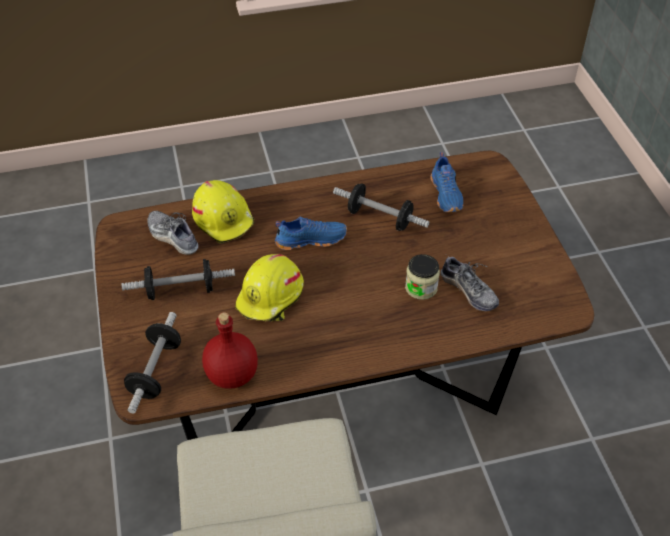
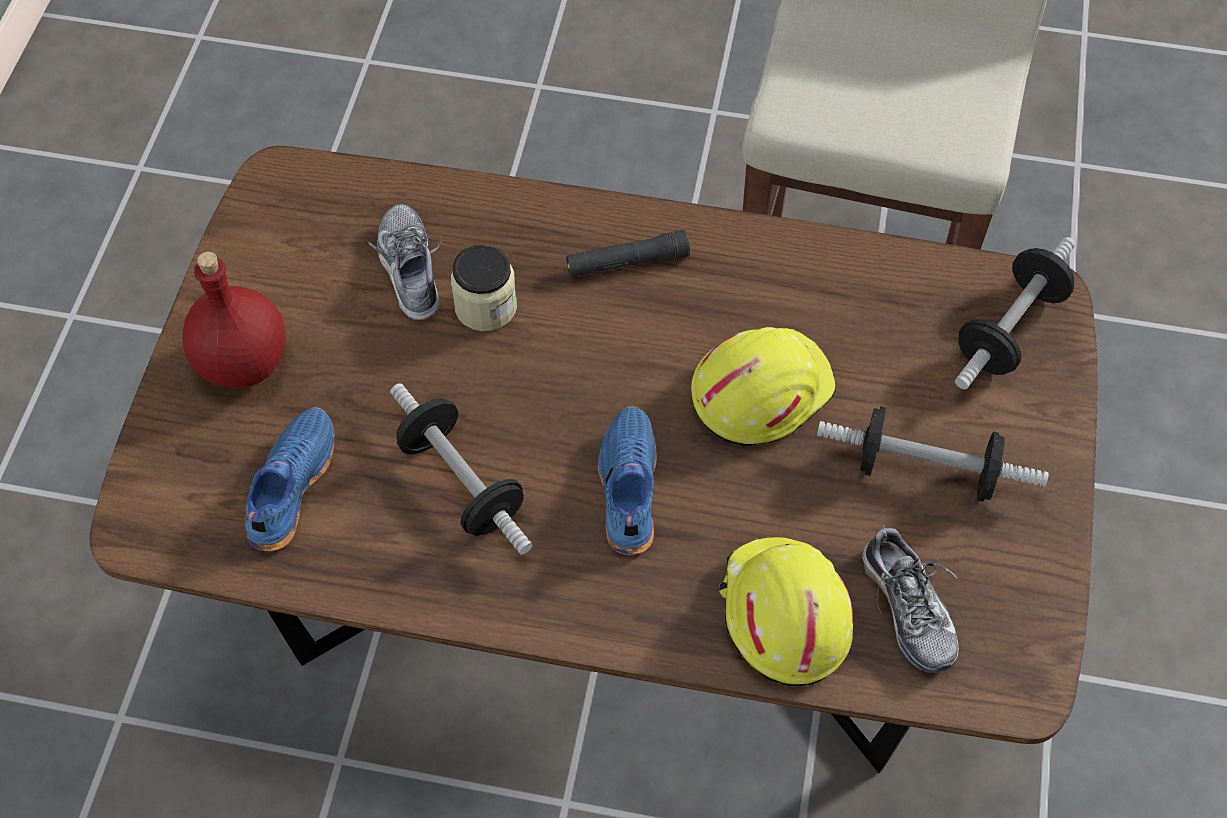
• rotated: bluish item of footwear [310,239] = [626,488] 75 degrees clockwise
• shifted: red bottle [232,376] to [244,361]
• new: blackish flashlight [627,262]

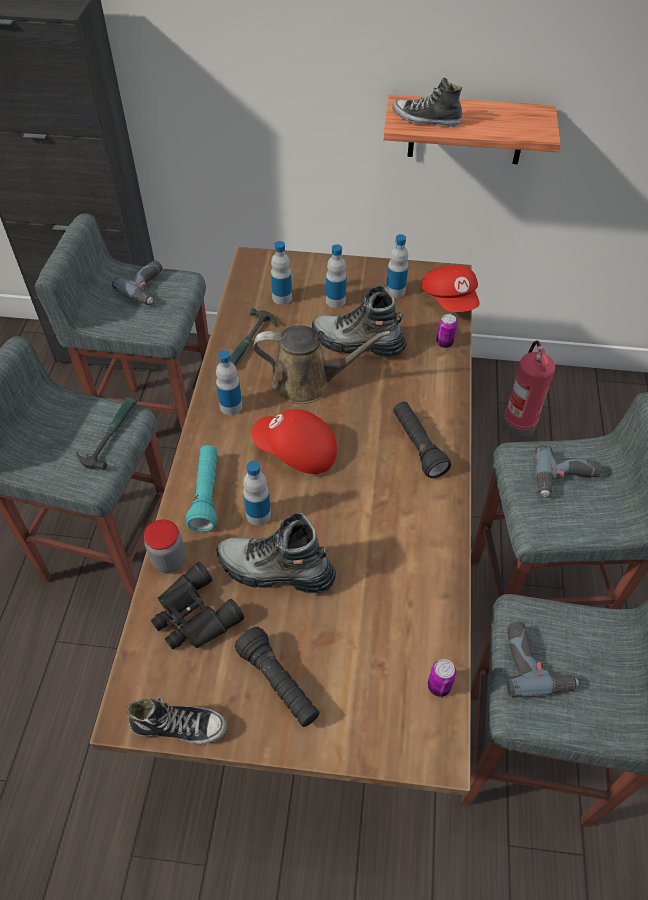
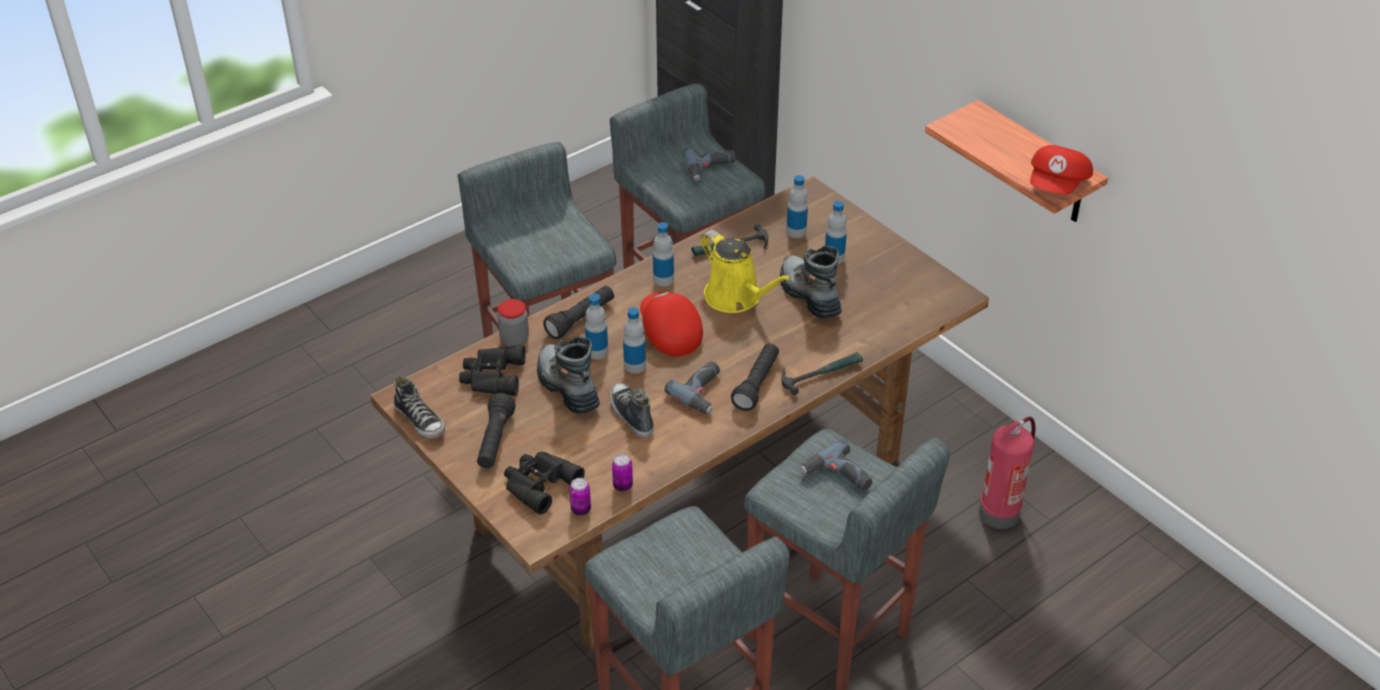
• shifted: item of footwear [426,120] to [631,415]
• shifted: bottle [395,291] to [634,366]
• shifted: red peaked cap [450,300] to [1058,185]
• shifted: sealed can [444,343] to [623,486]
• repainted: brownish watering can [308,382] to yellow watering can [736,298]
• shifted: hammer [110,435] to [821,373]
• repainted: turquoise flashlight [206,494] to blackish flashlight [581,319]
• shifted: power drill [535,662] to [704,392]
• new: blackish binoculars [538,484]

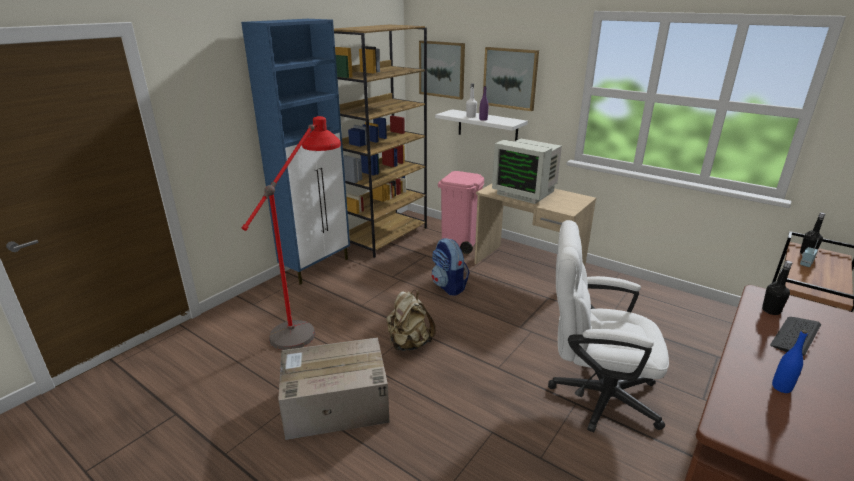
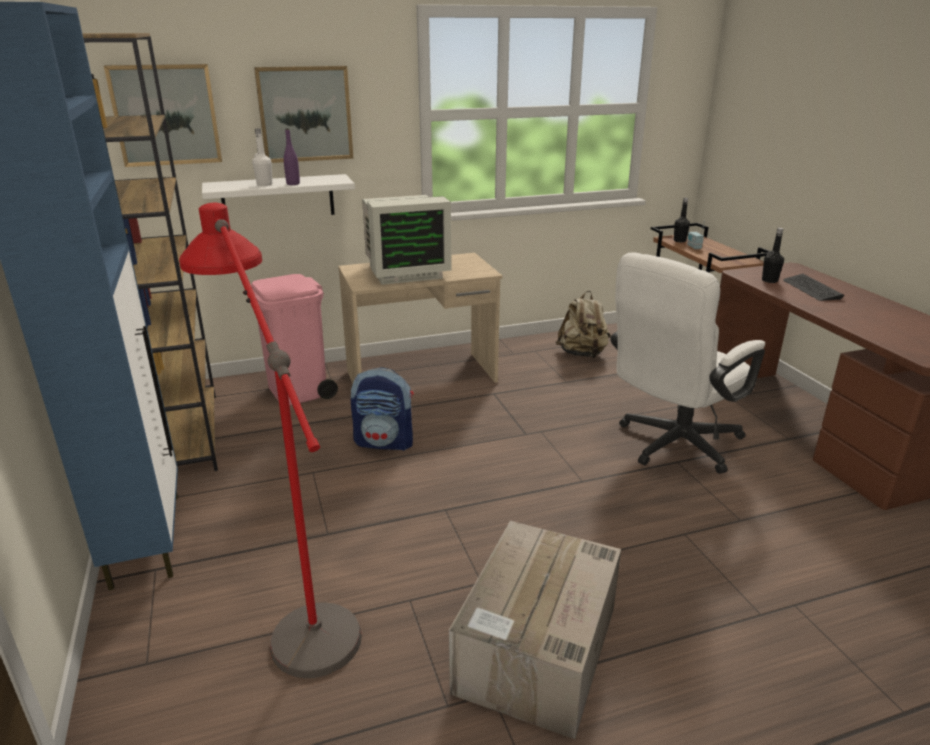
• shifted: beige-coloured backpack [409,344] to [582,354]
• gone: bluish bottle [781,387]

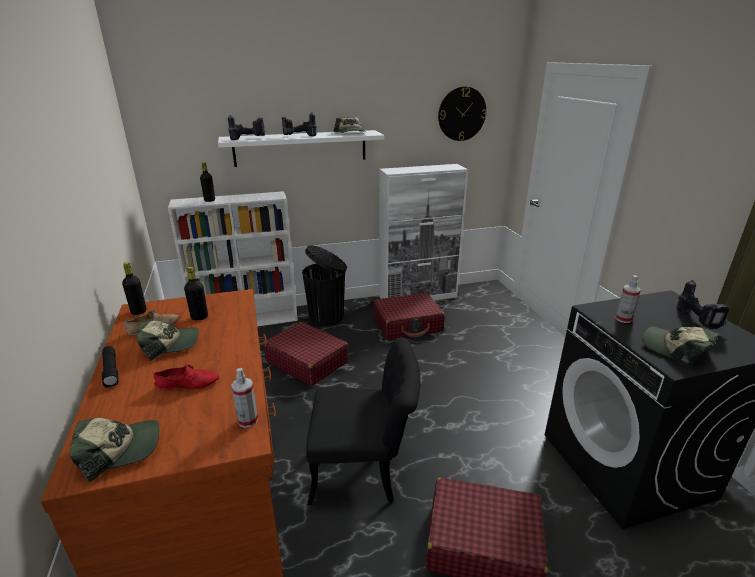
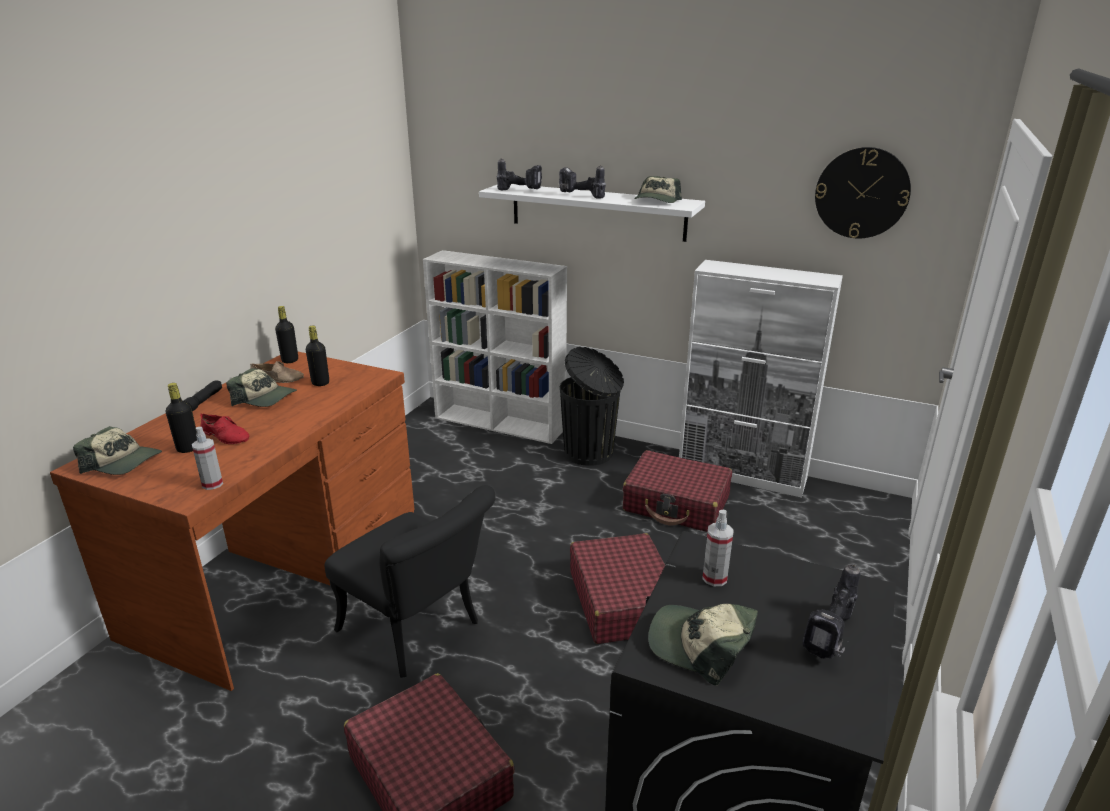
• shifted: blackish bottle [209,200] to [188,448]
• shifted: red piece of luggage [306,362] to [622,601]
• rotated: peaked cap [675,349] = [701,646] 60 degrees counterclockwise

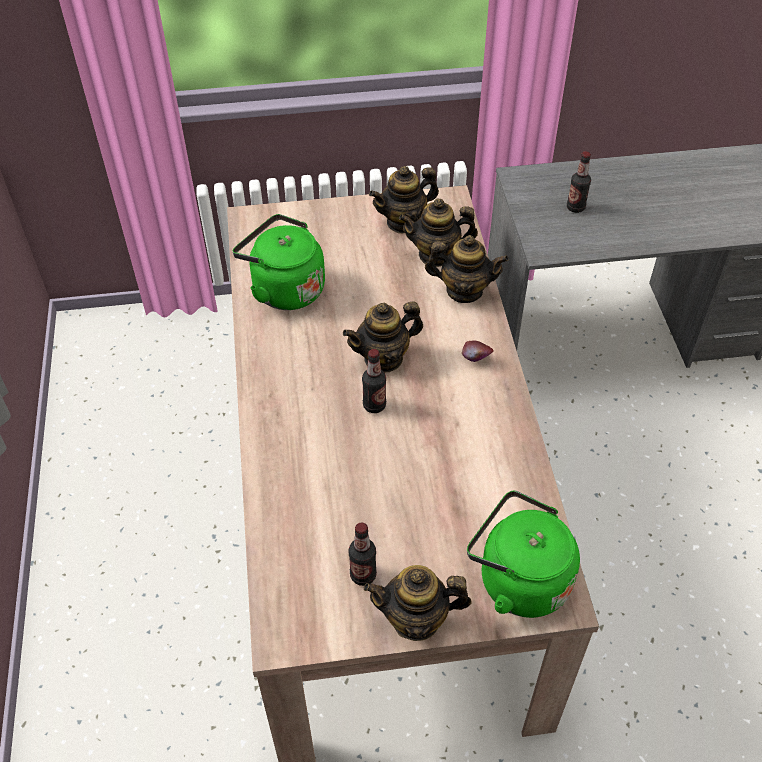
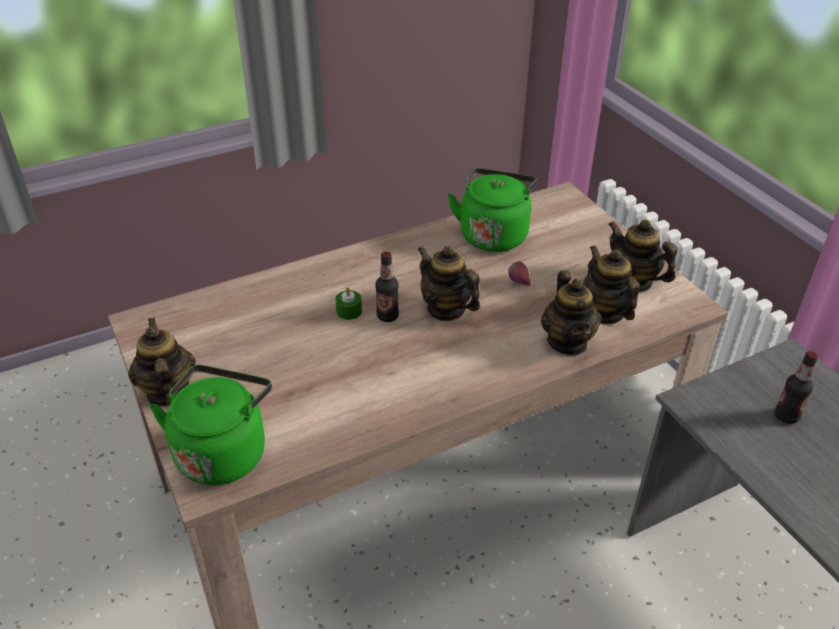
• shifted: whole apple [476,359] to [518,284]
• gone: bottle [363,575]
• new: green-coloured wax light [349,311]

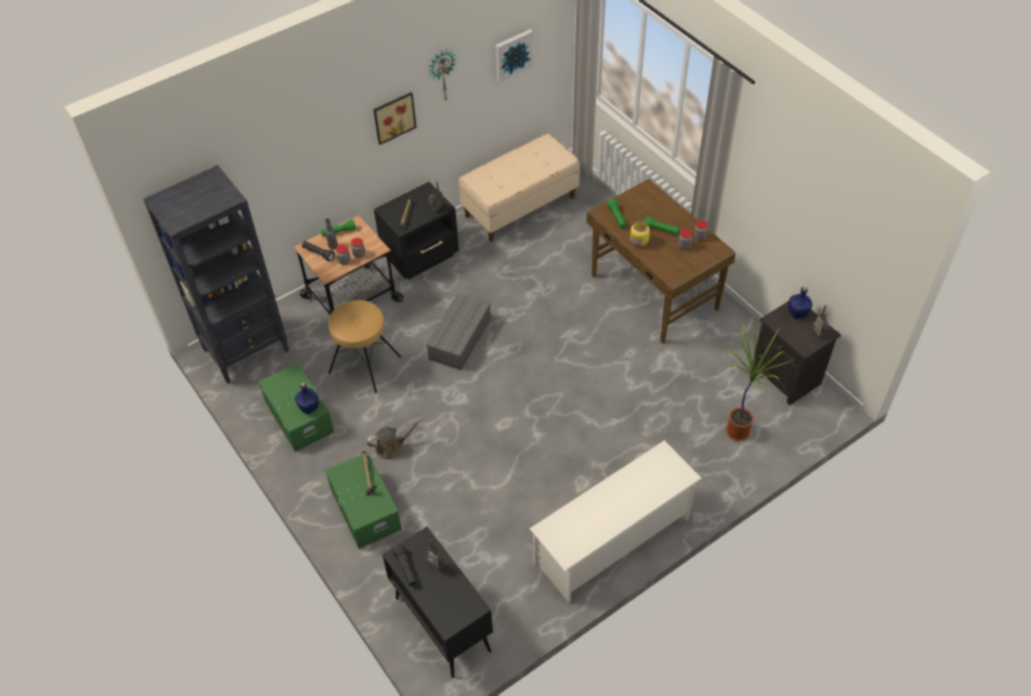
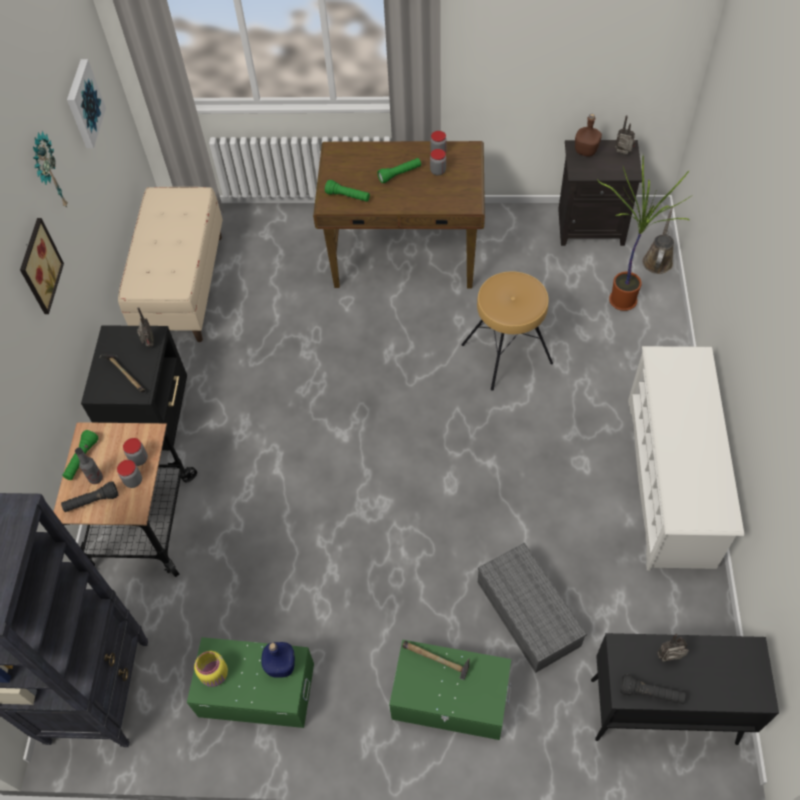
• shifted: yellow jar [639,243] to [215,675]
• repainted: bluish bottle [797,313] to brownish bottle [586,151]
• shifted: grey storage bin [459,337] to [526,612]
• shifted: brownish sitting stool [364,365] to [507,354]
• shifted: brownish watering can [392,447] to [658,260]

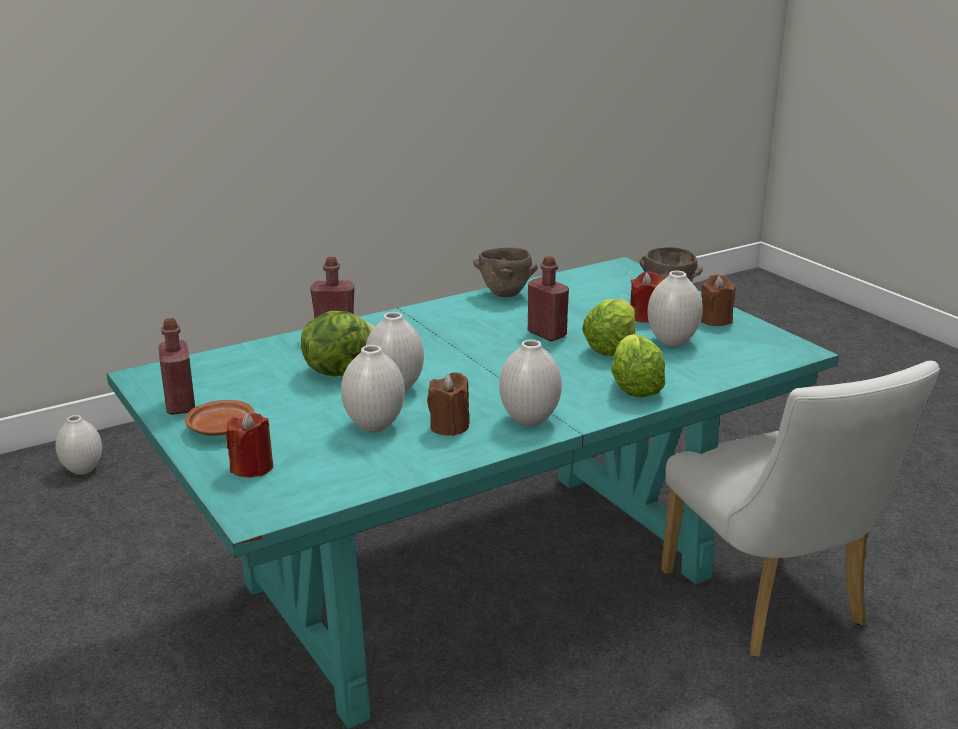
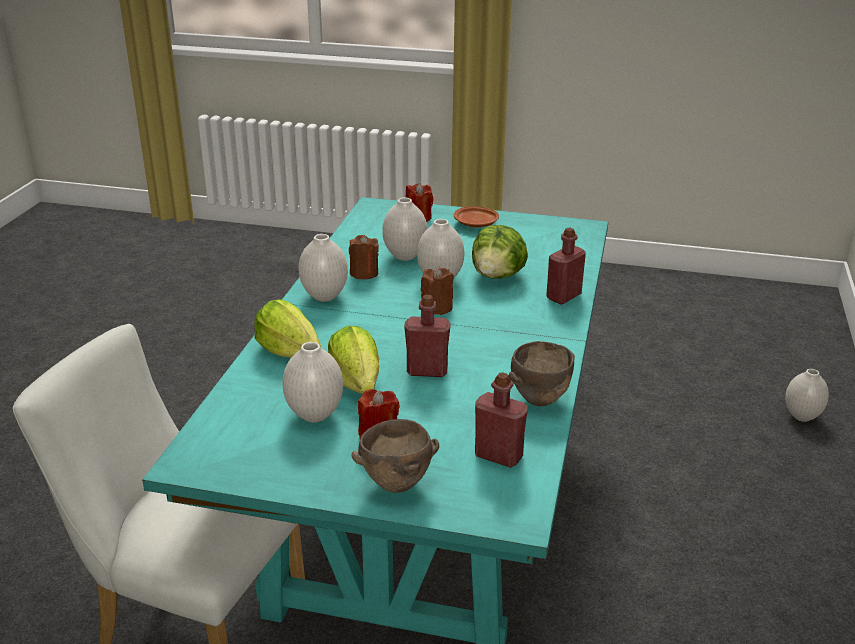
• shifted: brownish wax light [716,320] to [437,307]
• shifted: red bottle [180,405] to [498,456]

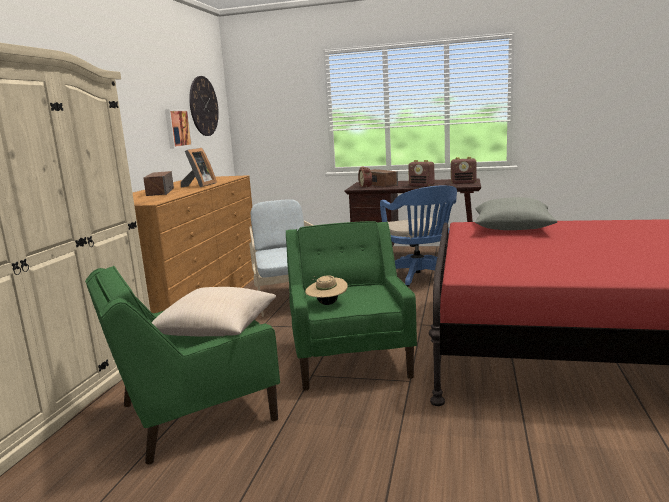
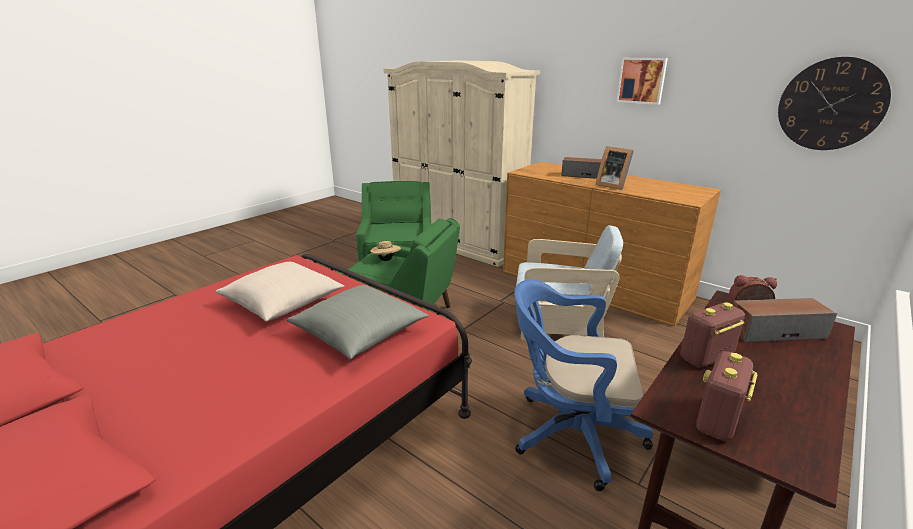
• shifted: wall picture [177,128] to [642,80]
• shifted: beige-coloured pillow [216,329] to [283,303]

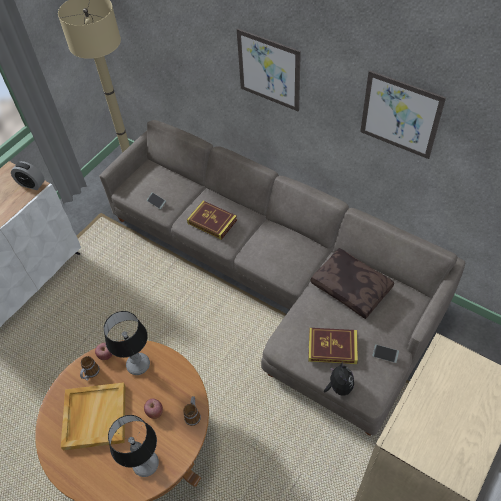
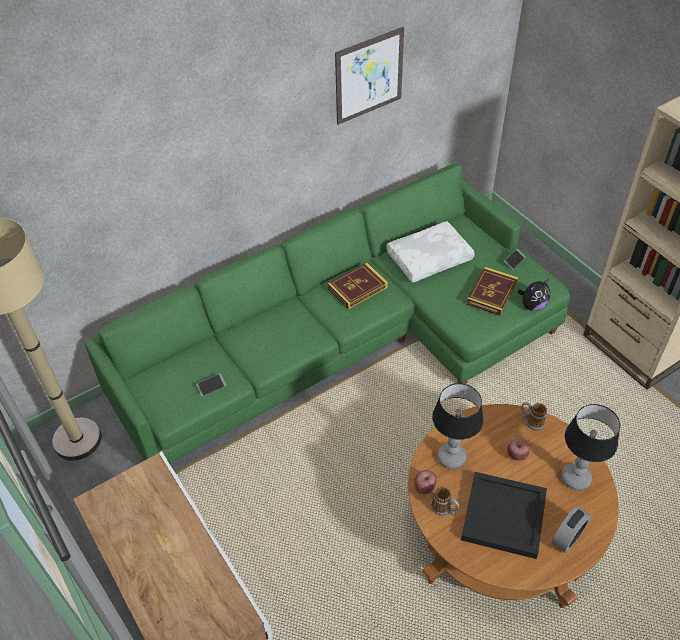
• gone: wall picture [269,70]
• repainted: grey sofa [279,280] to green-coloured sofa [349,341]
• shifted: bedside clock [31,184] to [568,537]
• shifted: book [212,221] to [357,288]
• repainted: brownish pillow [352,287] to white pillow [429,257]
• rotated: cuddly toy [339,386] = [532,305] 135 degrees clockwise
• repainted: beige-coloured tray [94,416] to blackish tray [502,516]

